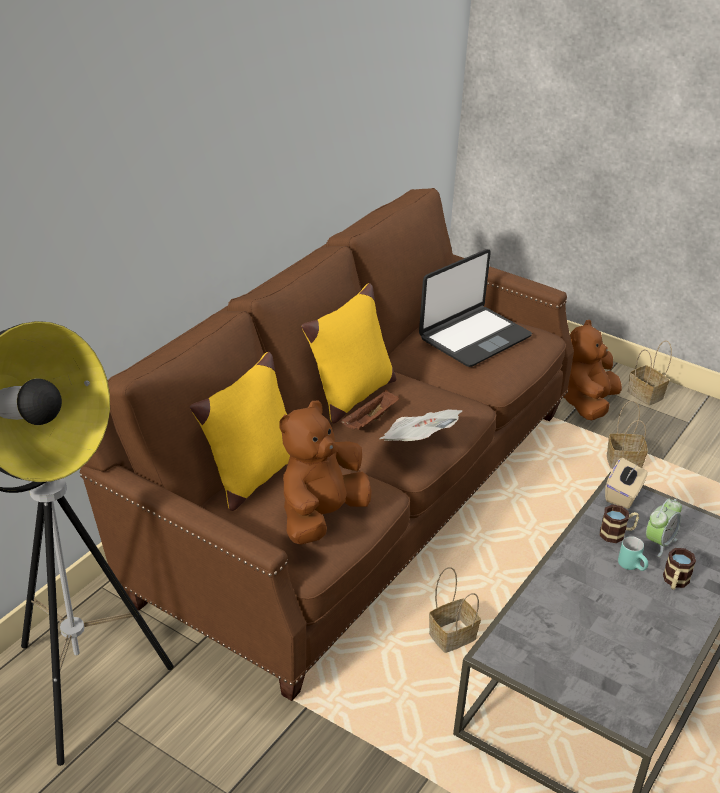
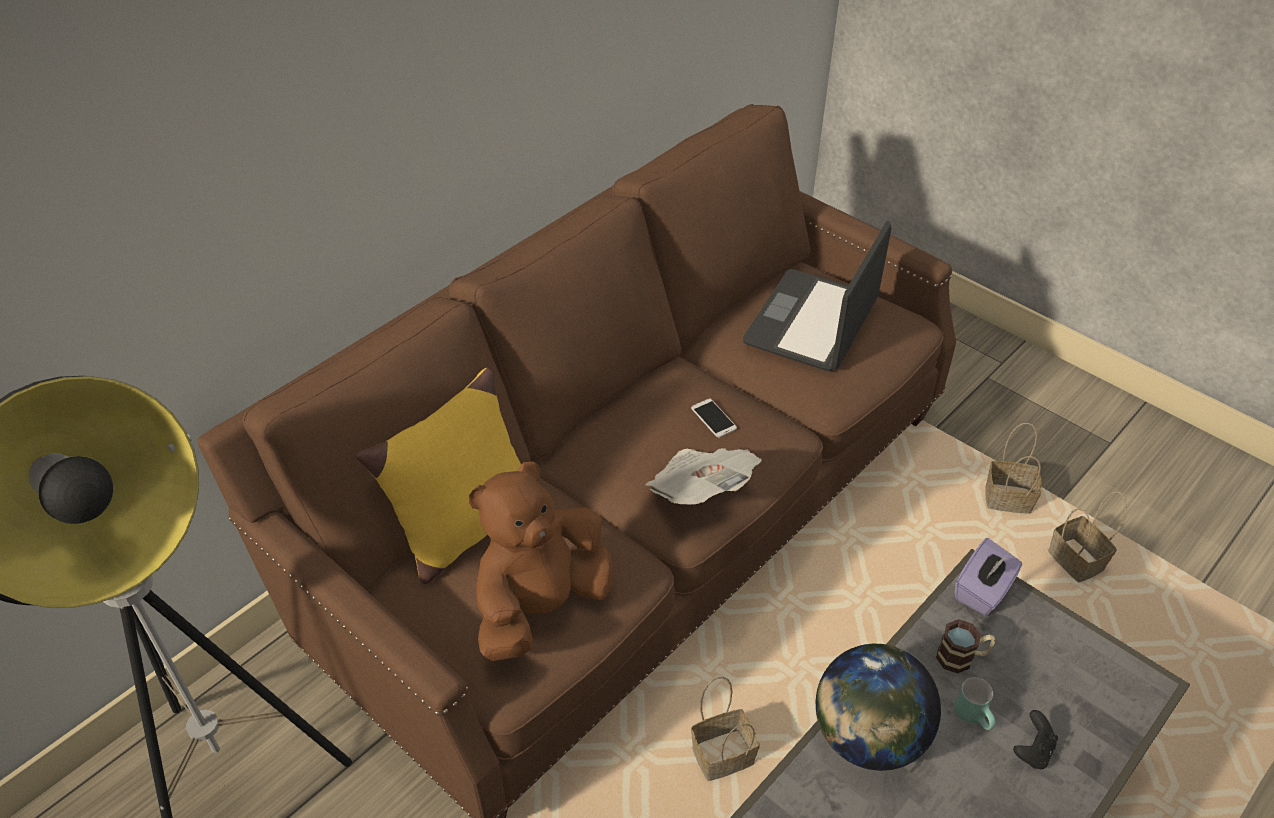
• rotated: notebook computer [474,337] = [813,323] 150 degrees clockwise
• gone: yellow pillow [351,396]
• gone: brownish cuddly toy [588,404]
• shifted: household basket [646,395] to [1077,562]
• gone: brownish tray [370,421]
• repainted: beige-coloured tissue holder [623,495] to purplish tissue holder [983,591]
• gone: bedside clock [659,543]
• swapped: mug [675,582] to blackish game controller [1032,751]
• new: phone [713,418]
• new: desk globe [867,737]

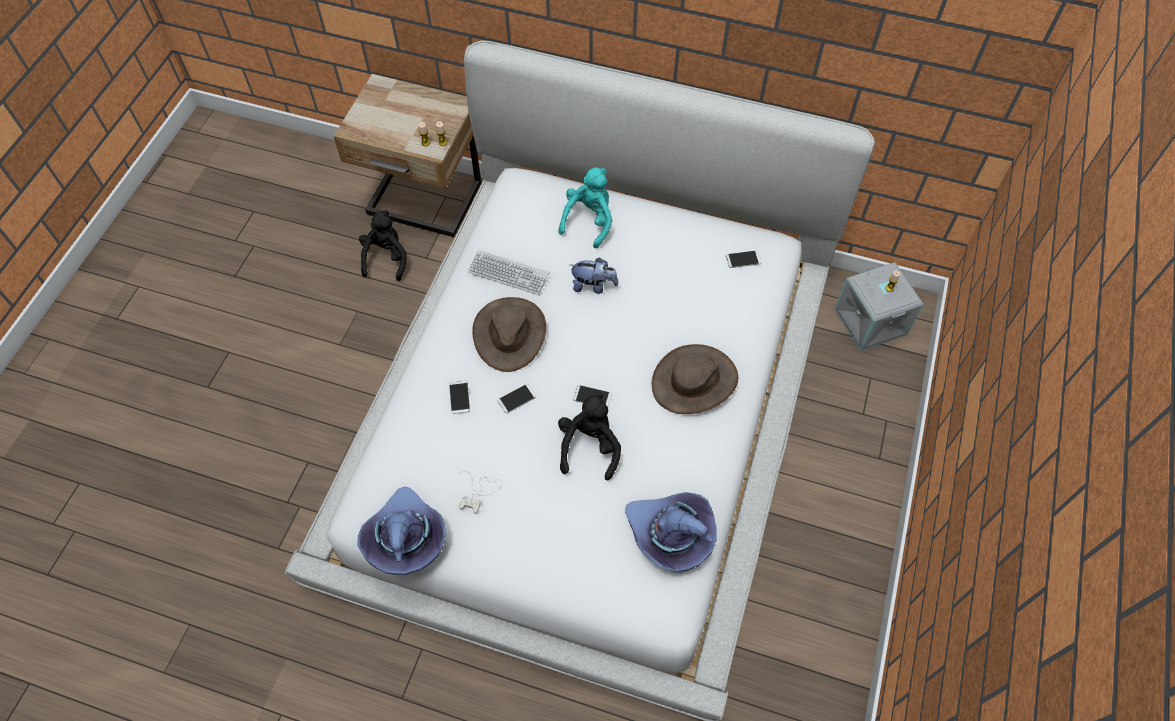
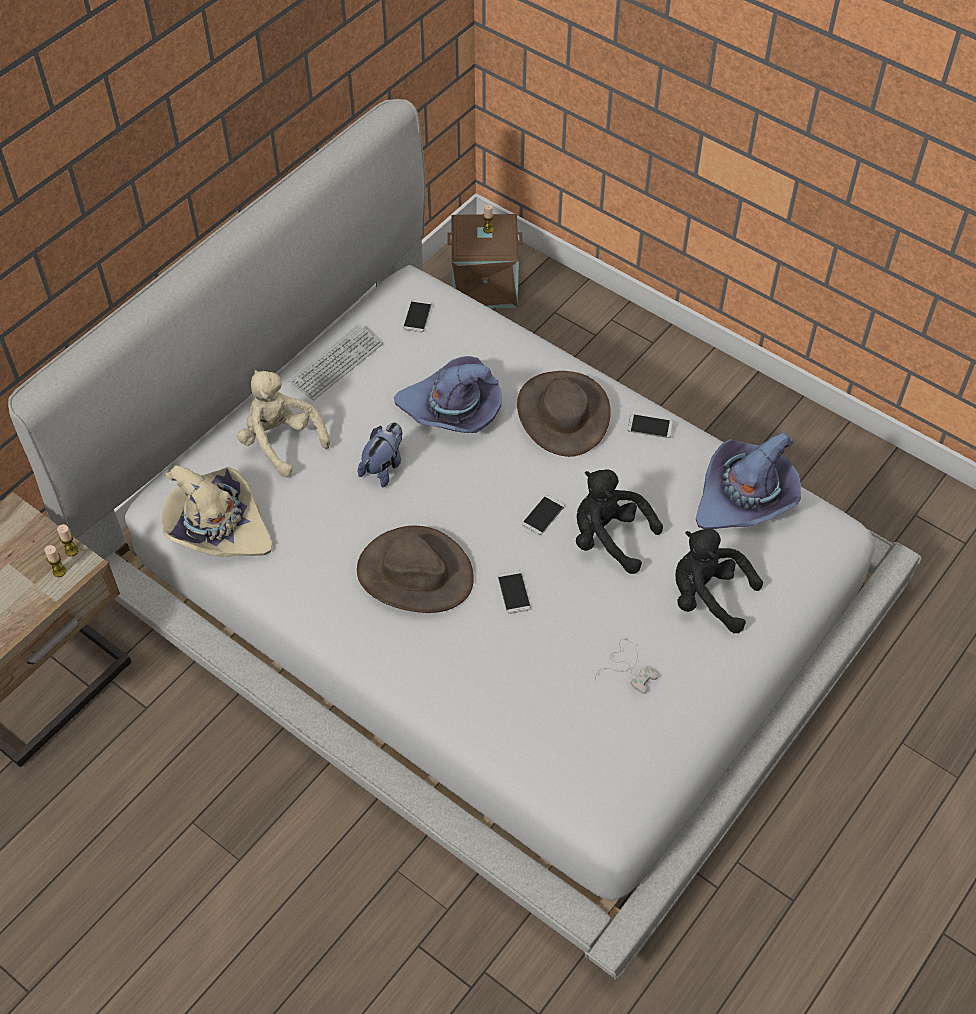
• repainted: turquoise cuddly toy [589,221] to beige-coloured cuddly toy [280,442]
• shifted: blackish cuddly toy [386,258] to [707,596]
• shifted: computer keyboard [508,273] to [336,363]
• repainted: grey storage bin [872,321] to brownish storage bin [485,283]
• shifted: phone [459,397] to [650,426]
• shifted: purplish wearable hat [405,537] to [452,410]
• new: beige-coloured wearable hat [217,526]

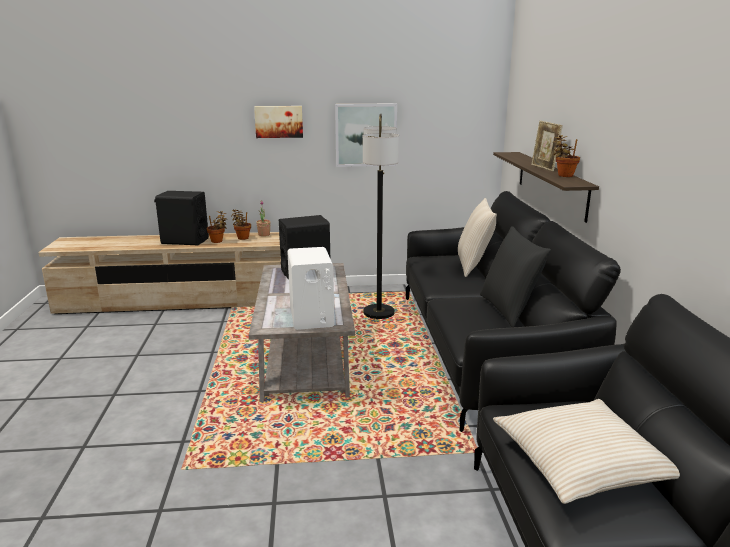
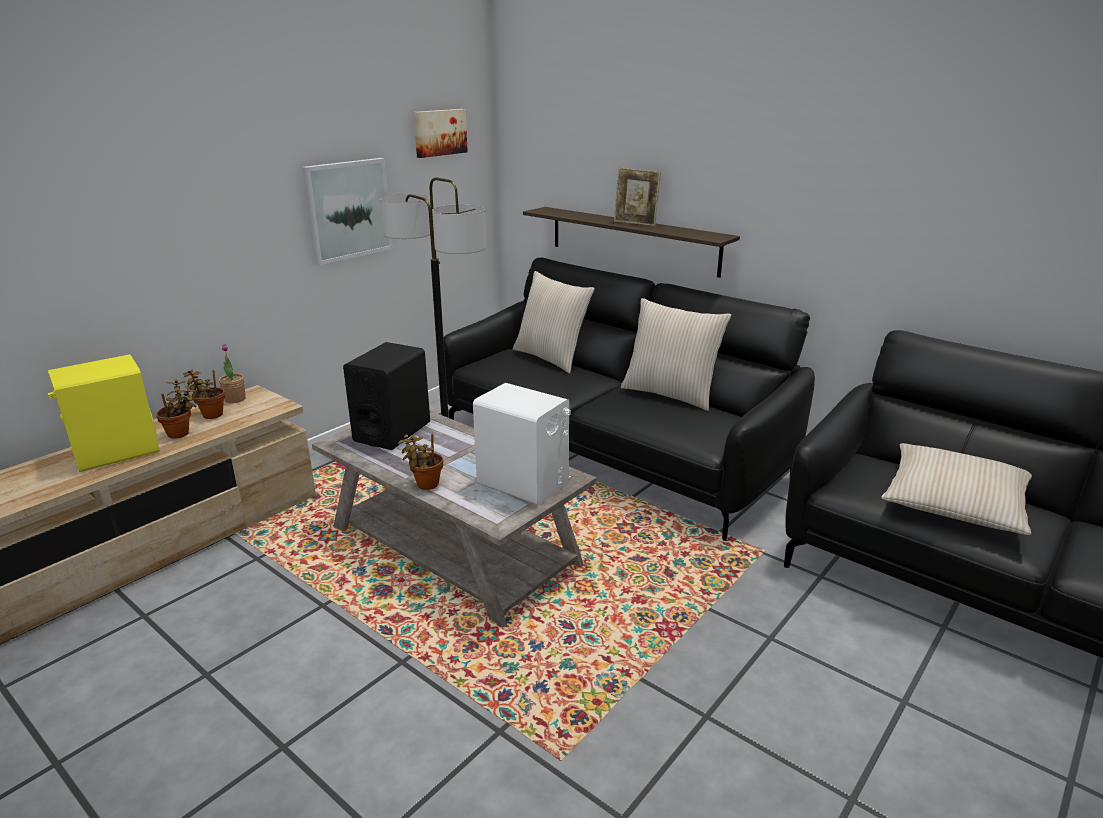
• shifted: wall picture [279,121] to [439,132]
• shifted: houseplant [563,175] to [425,484]
• repainted: blackish loudspeaker [184,241] to yellow loudspeaker [115,452]
• repainted: blackish pillow [509,310] to beige-coloured pillow [670,394]

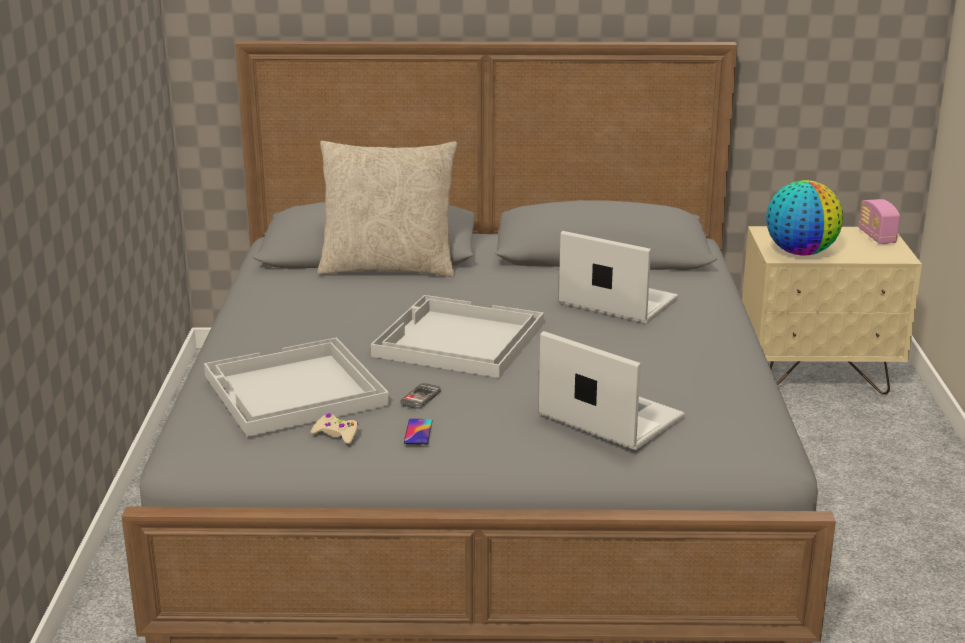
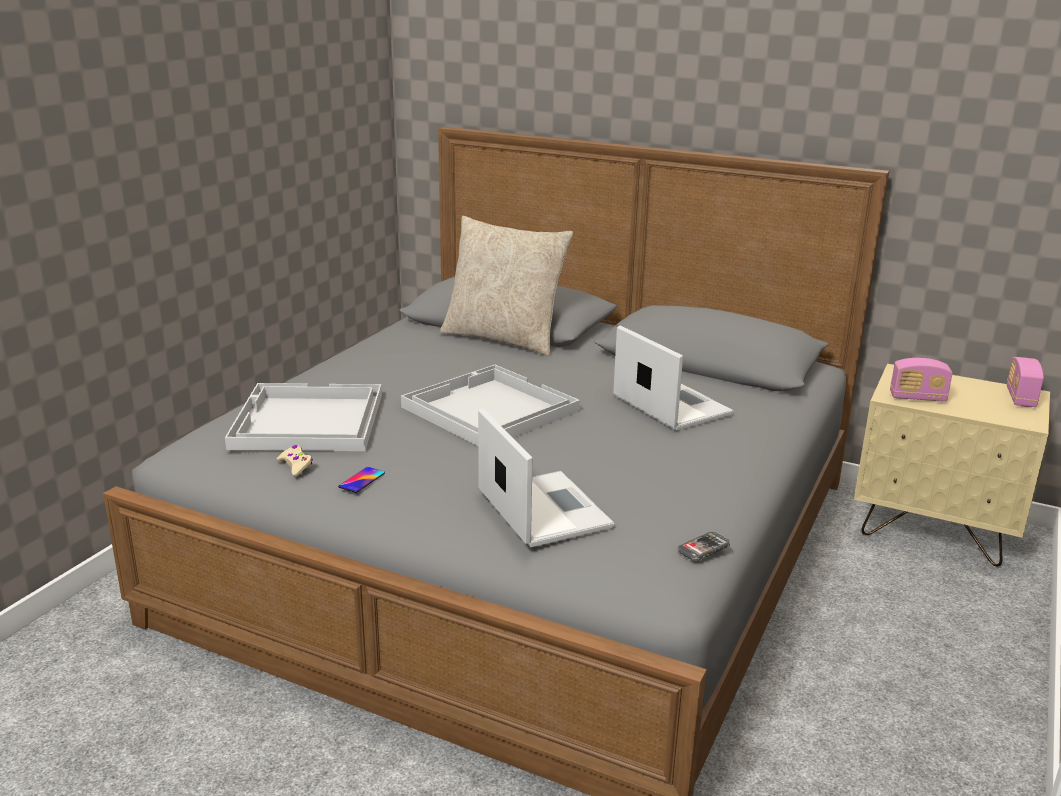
• swapped: desk globe [800,253] to radio set [917,398]
• shifted: phone [420,397] to [703,548]

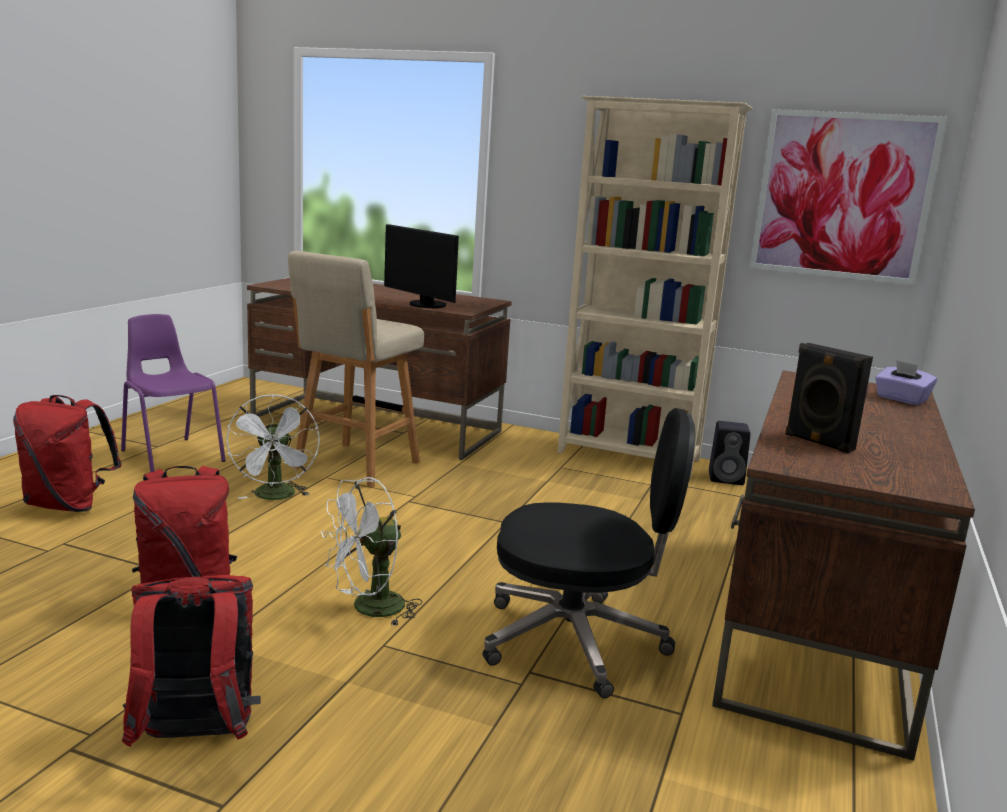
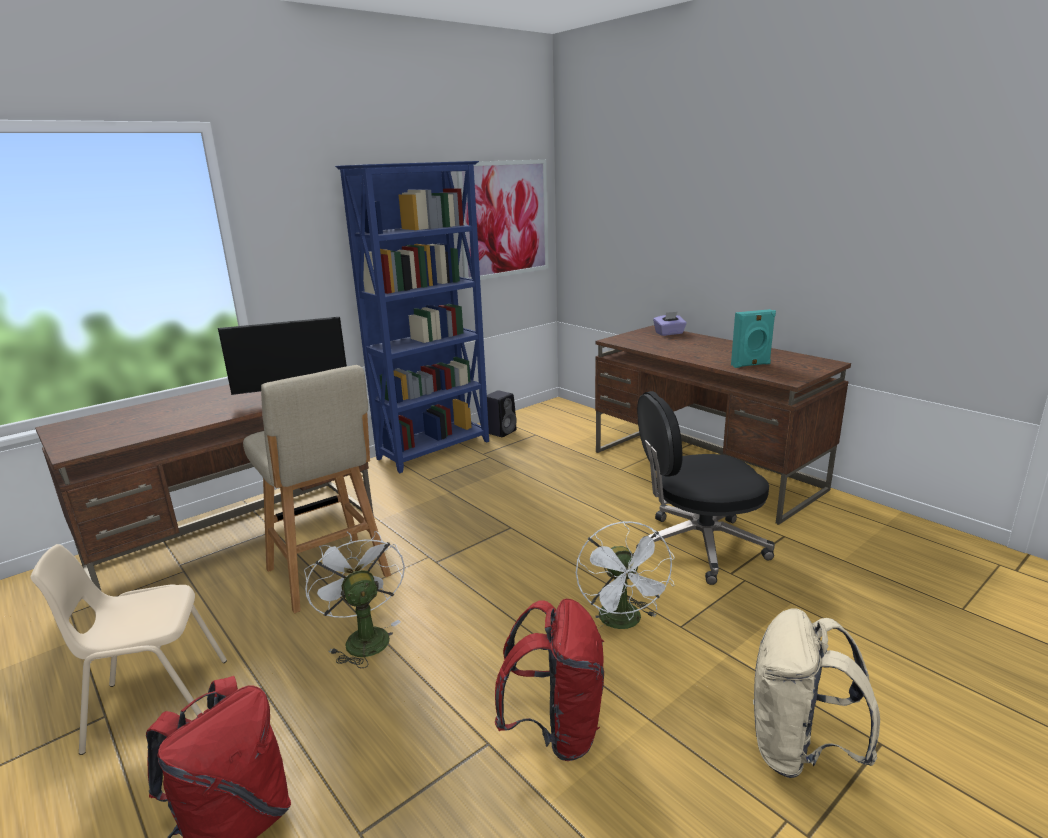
• repainted: beige-coloured bookcase [629,457] to bluish bookcase [435,450]
• repainted: purplish plain chair [172,456] to beige-coloured plain chair [157,704]
• repainted: blackish loudspeaker [818,442] to turquoise loudspeaker [751,365]
• rotated: white cooling fan [276,497] = [363,637] 135 degrees counterclockwise
• rotated: blackish office chair [577,641] = [698,546] 135 degrees counterclockwise
• repainted: red backpack [195,740] to beige-coloured backpack [799,750]

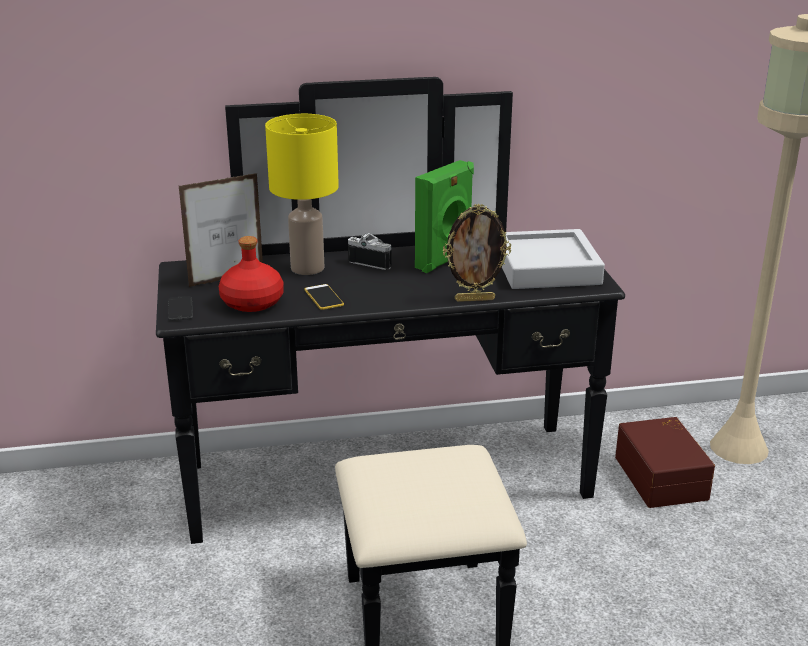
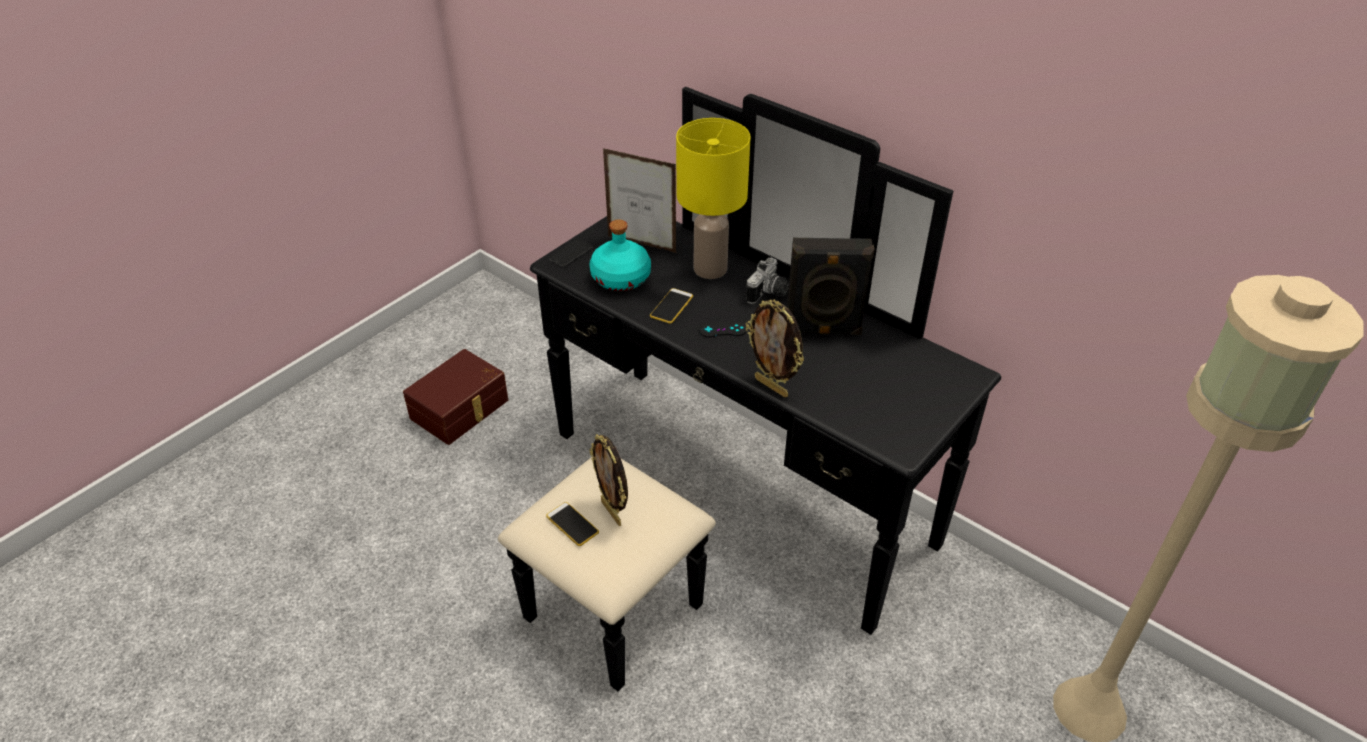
• repainted: green-coloured loudspeaker [445,261] to blackish loudspeaker [823,330]
• gone: grey tray [546,268]
• rotated: still camera [374,261] = [769,293] 45 degrees clockwise
• repainted: red bottle [253,302] to turquoise bottle [621,278]
• shifted: brownish storage bin [663,477] to [461,410]
• new: blackish game controller [723,330]
• new: standing frame [612,512]
• new: phone [572,524]

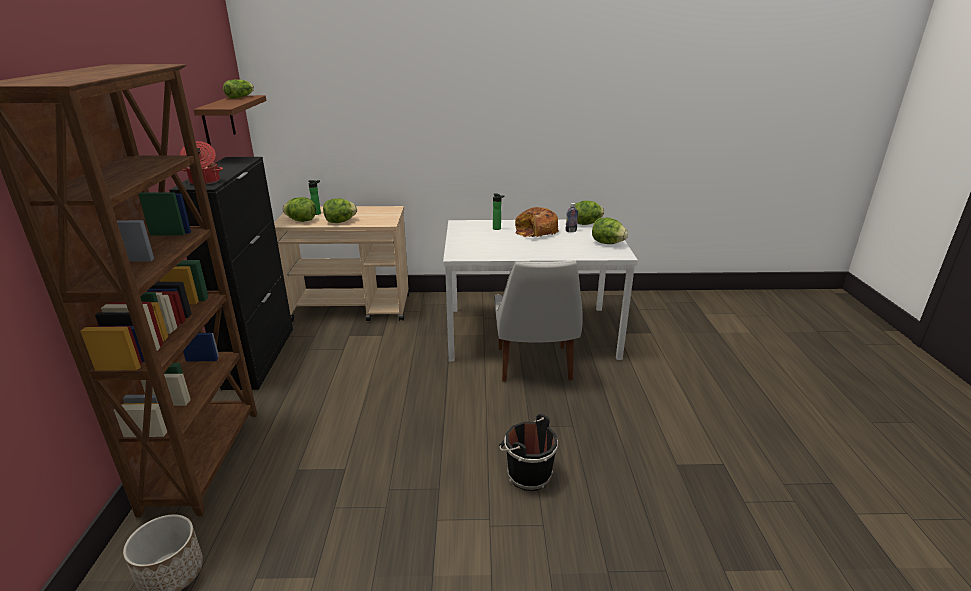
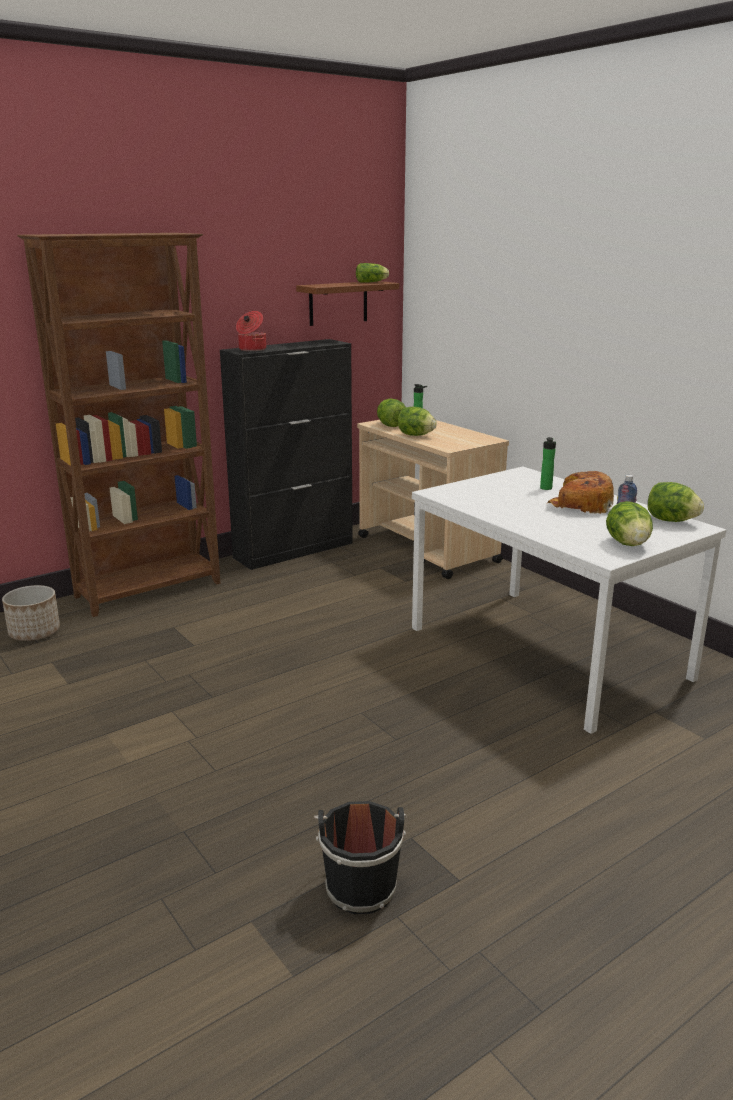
• gone: white plain chair [534,366]
• shifted: blackish water bucket [527,474] to [360,886]

